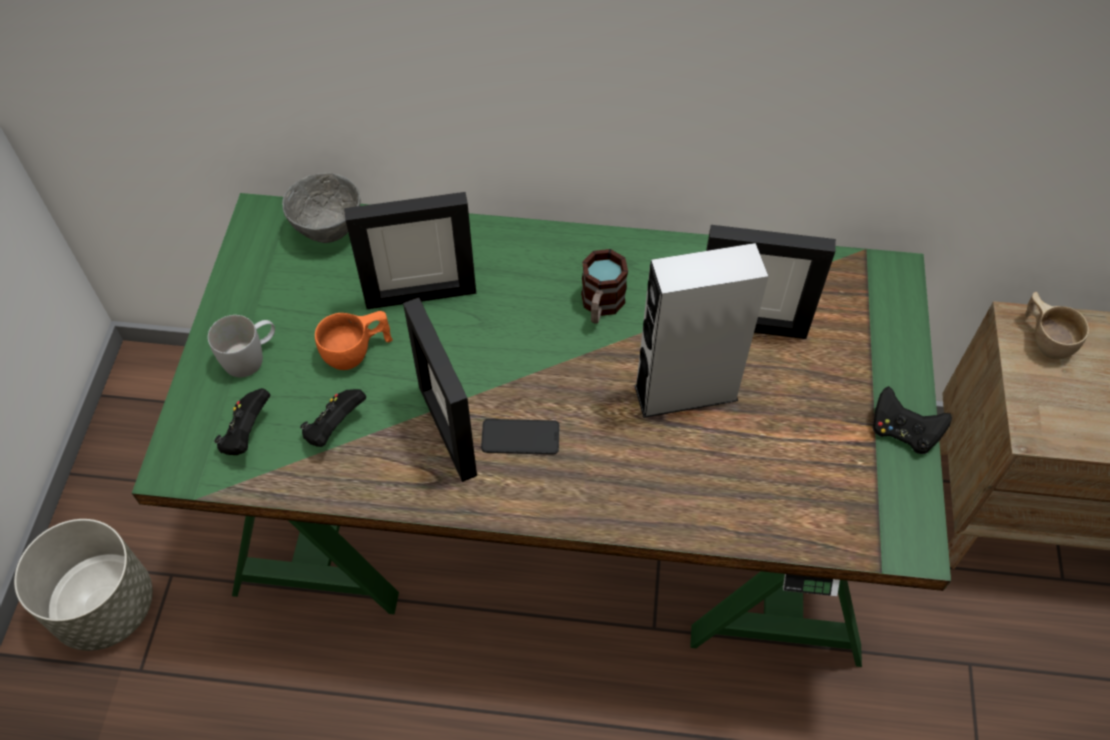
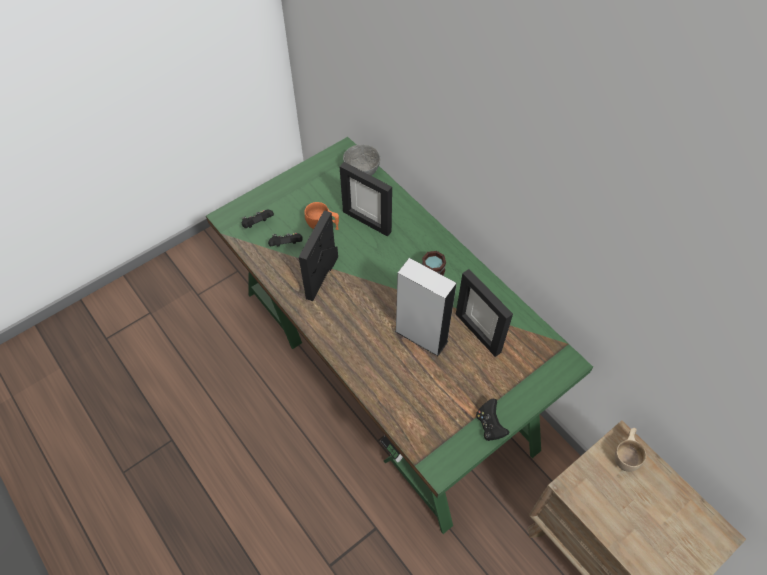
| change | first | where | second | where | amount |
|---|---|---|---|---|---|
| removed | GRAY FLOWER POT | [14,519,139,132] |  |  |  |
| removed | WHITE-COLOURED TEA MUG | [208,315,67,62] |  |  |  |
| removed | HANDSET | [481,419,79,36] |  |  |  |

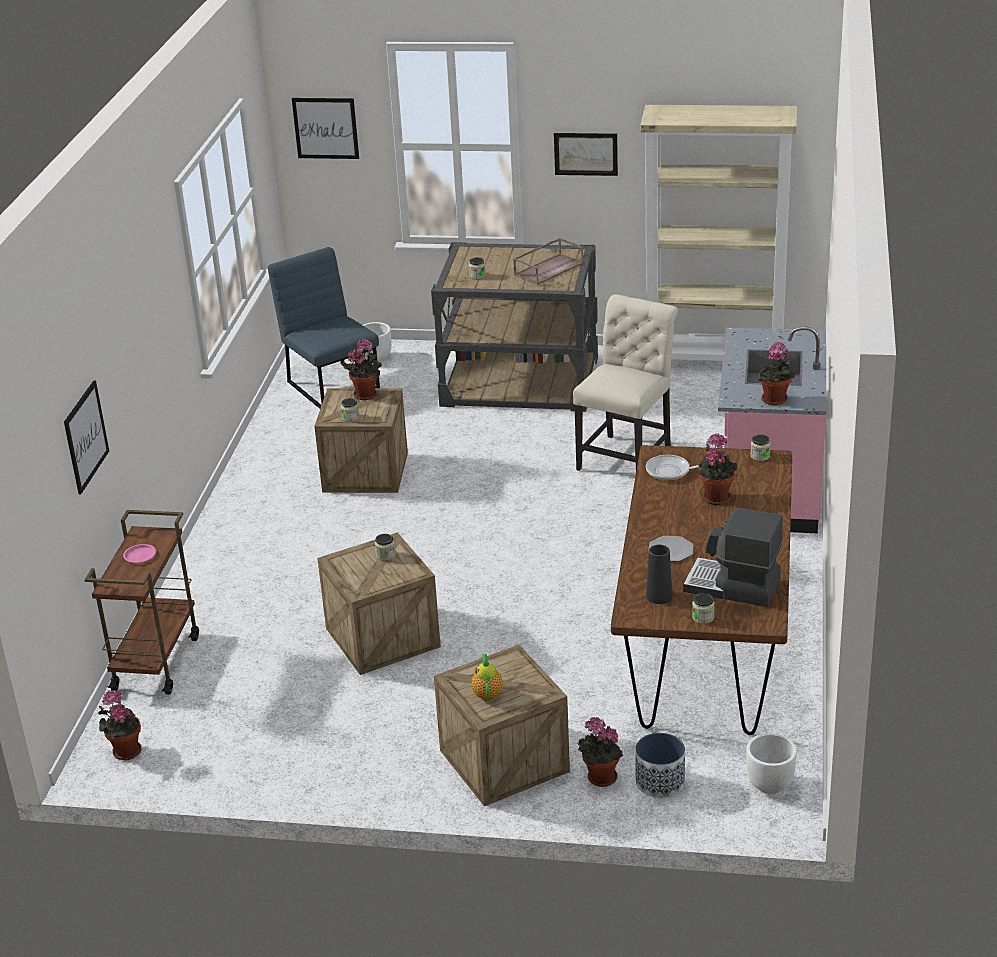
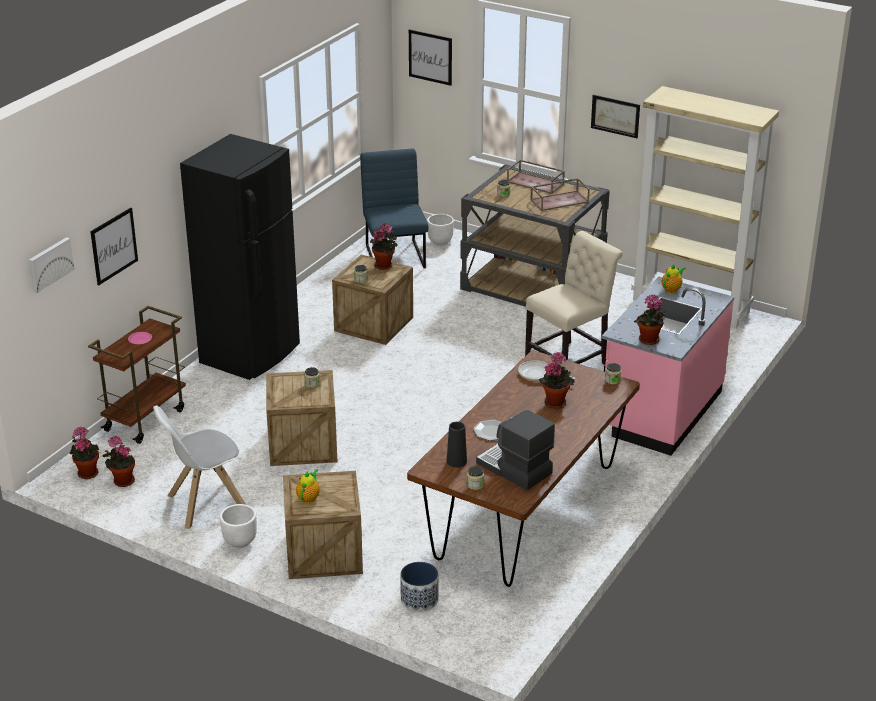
| change | first | where | second | where | amount |
|---|---|---|---|---|---|
| added |  |  | WALL PICTURE | [29,237,46,56] |  |
| added |  |  | UPRIGHT CHAIR | [153,405,93,124] |  |
| added |  |  | BLACK-COLOURED FRIDGE | [180,134,120,246] |  |
| added |  |  | BROWN-COLOURED TRAY | [507,160,58,34] |  |
| added |  |  | TEA POT | [661,264,25,29] |  |
| moved | HOUSEPLANT | [578,717,45,70] |  | [103,436,32,51] |  |
| moved | WHITE-COLOURED FLOWER POT | [746,733,51,61] |  | [220,504,37,44] |  |

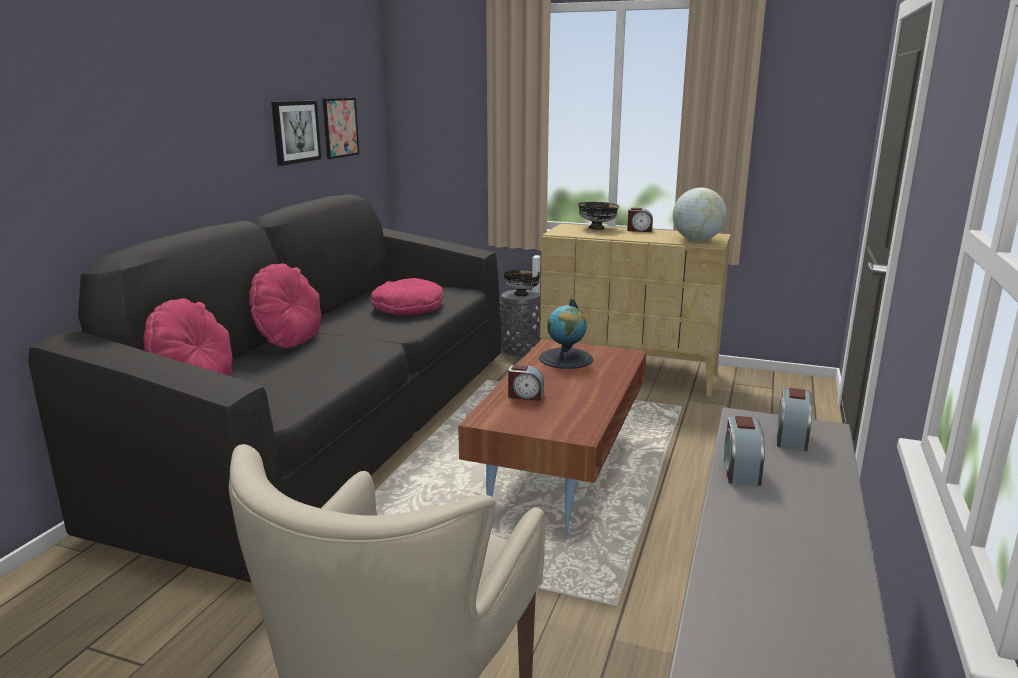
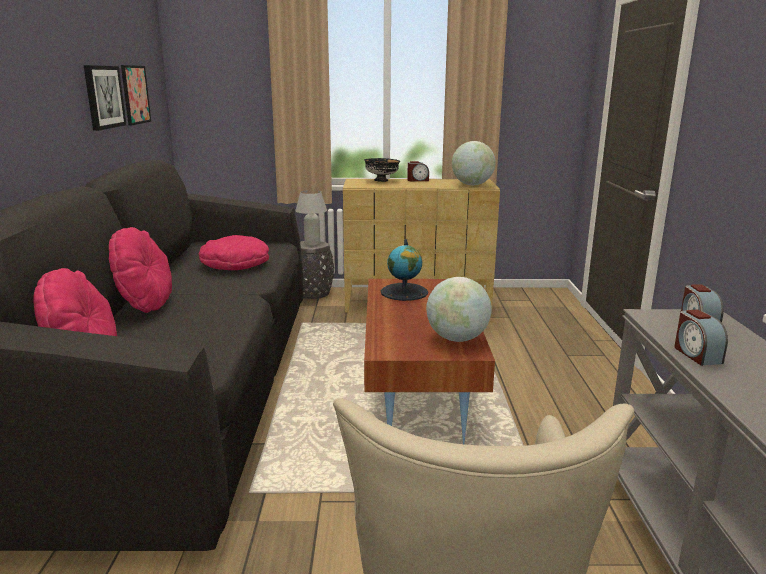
| change | first | where | second | where | amount |
|---|---|---|---|---|---|
| removed | BEDSIDE CLOCK | [508,365,36,36] |  |  |  |
| added |  |  | WORLD GLOBE | [426,277,66,65] |  |
| replaced | BLACK-COLOURED SERVING BOWL | [503,269,38,27] | WHITE-COLOURED TABLETOP LAMP | [295,190,32,56] |  |

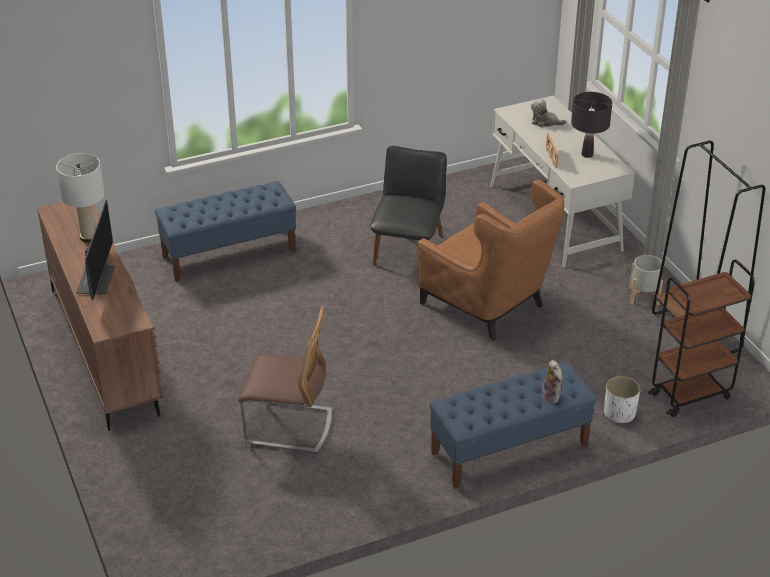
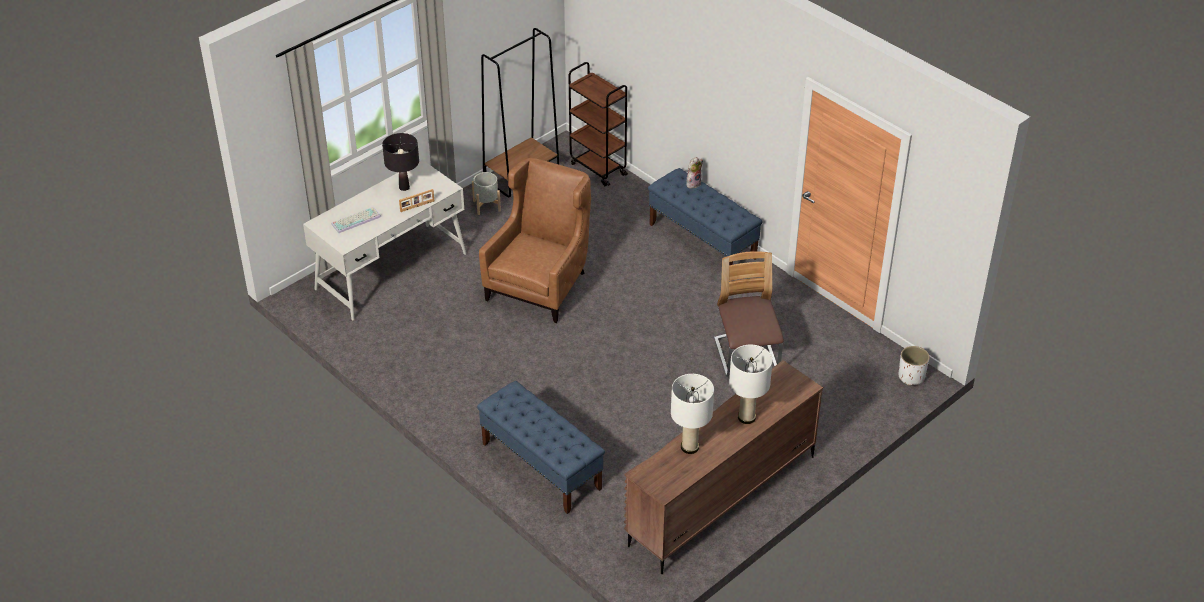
| change | first | where | second | where | amount |
|---|---|---|---|---|---|
| removed | BLACK-COLOURED UPRIGHT CHAIR | [370,146,77,120] |  |  |  |
| moved | WHITE-COLOURED FLOWER POT | [604,376,36,47] |  | [898,346,32,39] |  |
| replaced | MONITOR | [76,200,39,100] | WHITE-COLOURED TABLETOP LAMP | [729,344,44,80] |  |
| replaced | PLUSH TOY | [531,98,35,29] | PC KEYBOARD | [331,207,50,26] |  |

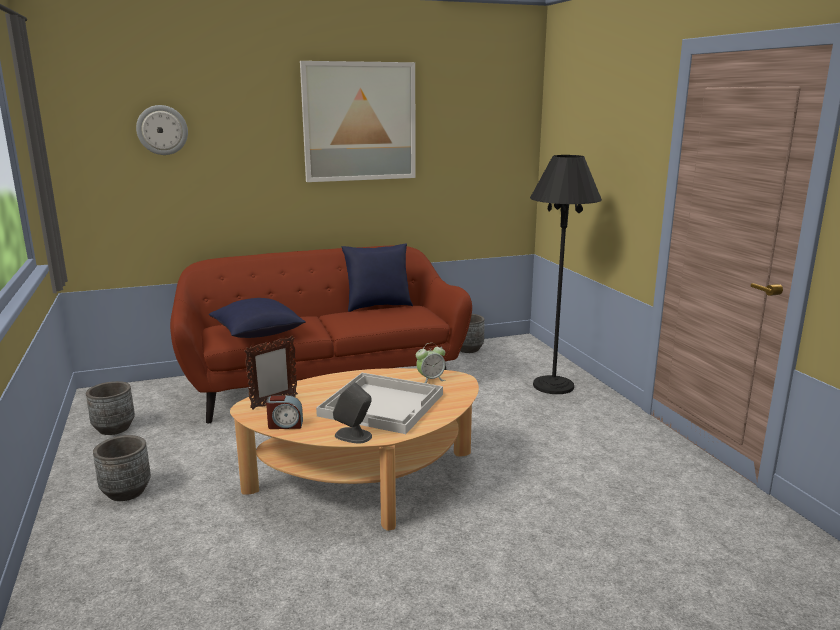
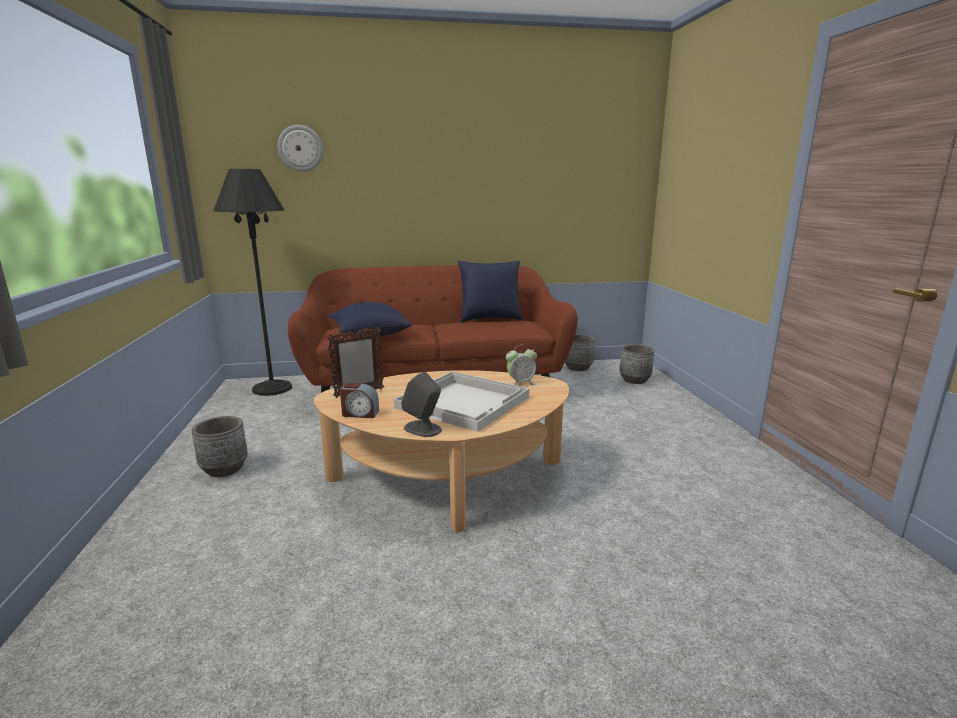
| change | first | where | second | where | amount |
|---|---|---|---|---|---|
| removed | WALL PICTURE | [300,61,116,121] |  |  |  |
| moved | GRAY FLOWER POT | [86,381,49,54] |  | [619,344,35,40] |  |
| moved | BLACK-COLOURED FLOOR LAMP | [530,155,72,239] |  | [213,169,79,227] |  |

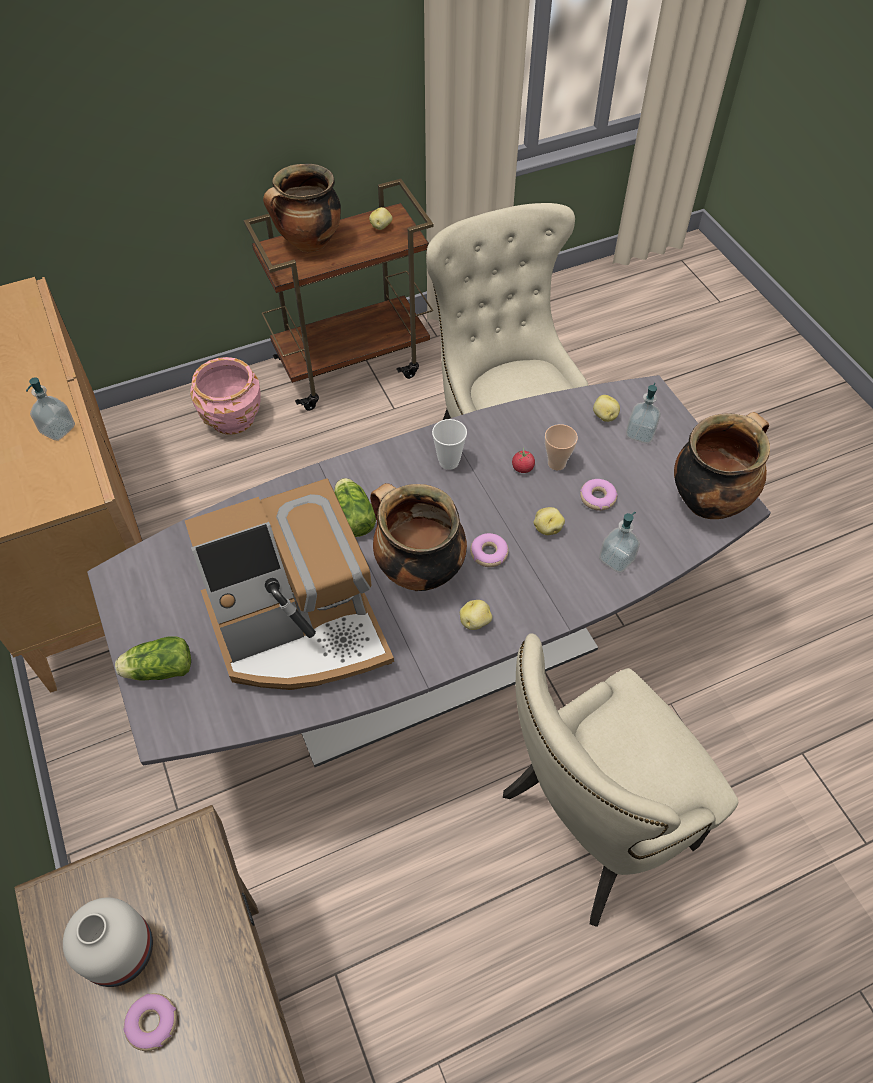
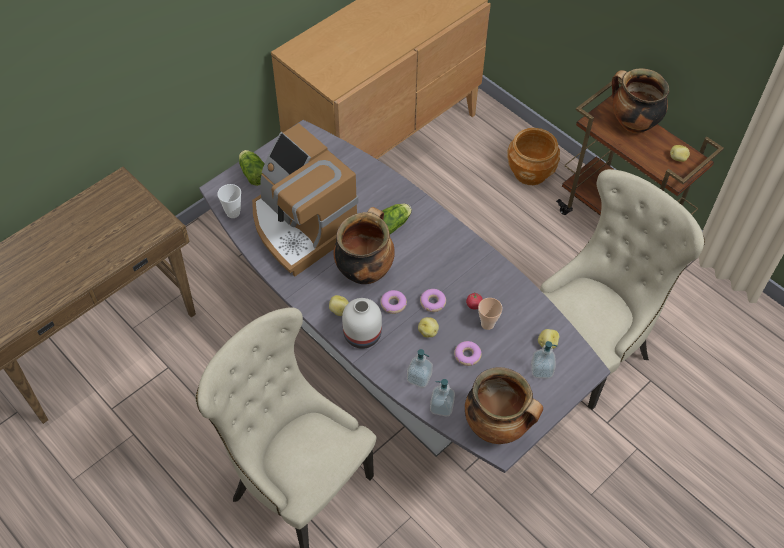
| change | first | where | second | where | amount |
|---|---|---|---|---|---|
| moved | LIQUID SOAP BOTTLE | [26,377,49,64] |  | [430,379,25,38] |  |
| moved | WHITE-COLOURED FLOWER VASE | [63,898,90,89] |  | [342,298,40,51] |  |
| moved | DOUGHNUT | [123,993,54,58] |  | [420,289,26,23] |  |
| moved | CUP | [432,419,35,51] |  | [217,184,24,34] |  |
| recoloured | PINK-COLOURED FLOWER POT | [190,357,71,78] | BROWN-COLOURED FLOWER POT | [508,128,52,57] |  |

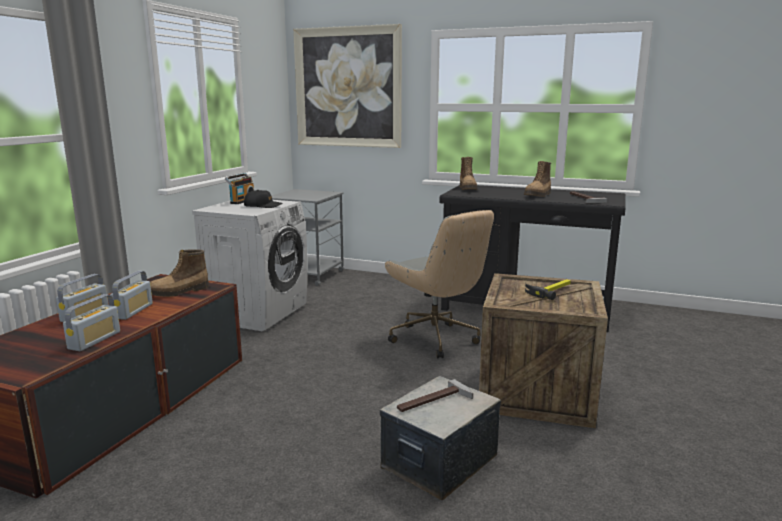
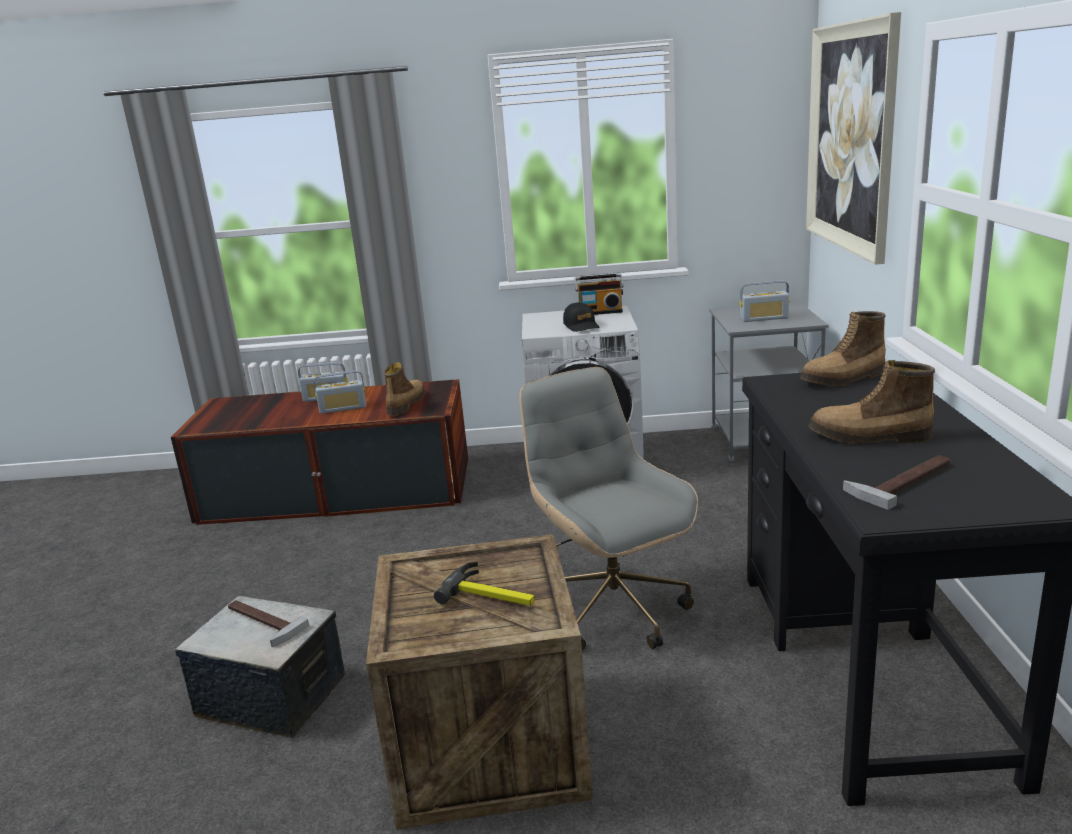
| change | first | where | second | where | amount |
|---|---|---|---|---|---|
| moved | RADIO RECEIVER | [63,294,57,57] |  | [740,281,50,41] |  |
| turned | BOOT | [150,249,59,48] |  | [384,362,41,54] | 75 degrees clockwise |
| turned | GRAY DESK CHAIR | [385,210,109,148] |  | [519,367,179,283] | 120 degrees clockwise |

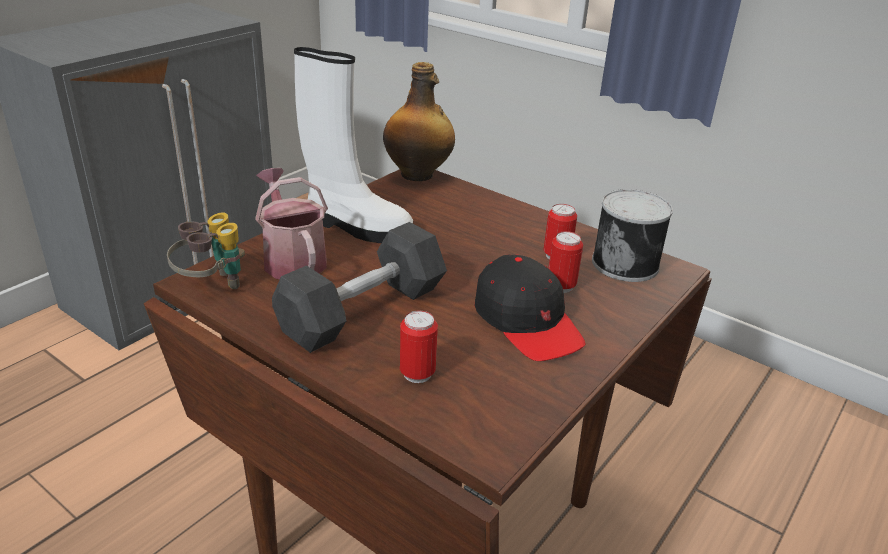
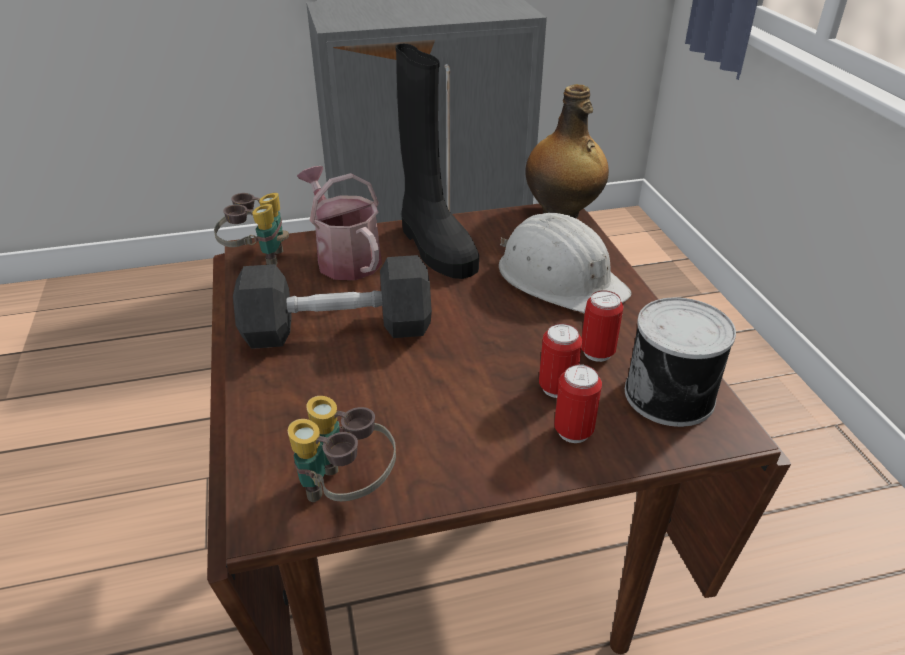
| change | first | where | second | where | amount |
|---|---|---|---|---|---|
| removed | BLACK-COLOURED BASEBALL CAP | [475,255,110,106] |  |  |  |
| added |  |  | PAIR OF BINOCULARS | [288,396,108,106] |  |
| added |  |  | WHITE-COLOURED SAFETY HELMET | [499,213,133,101] |  |
| moved | CAN | [400,310,38,73] |  | [554,364,48,79] |  |
| recoloured | WHITE-COLOURED BOOT | [294,47,119,196] | BLACK-COLOURED BOOT | [396,44,83,235] |  |
| turned | SPRINKLING CAN | [255,168,73,111] |  | [297,166,85,114] | 45 degrees counterclockwise |

